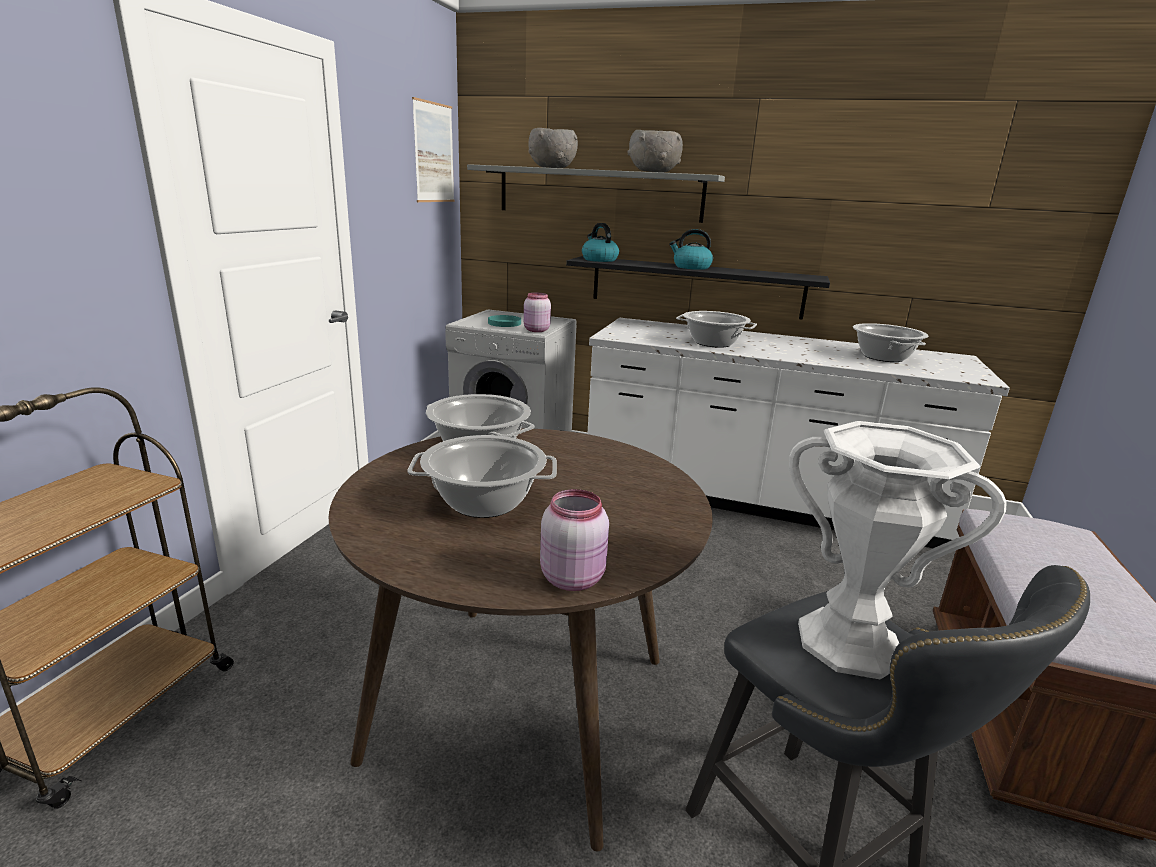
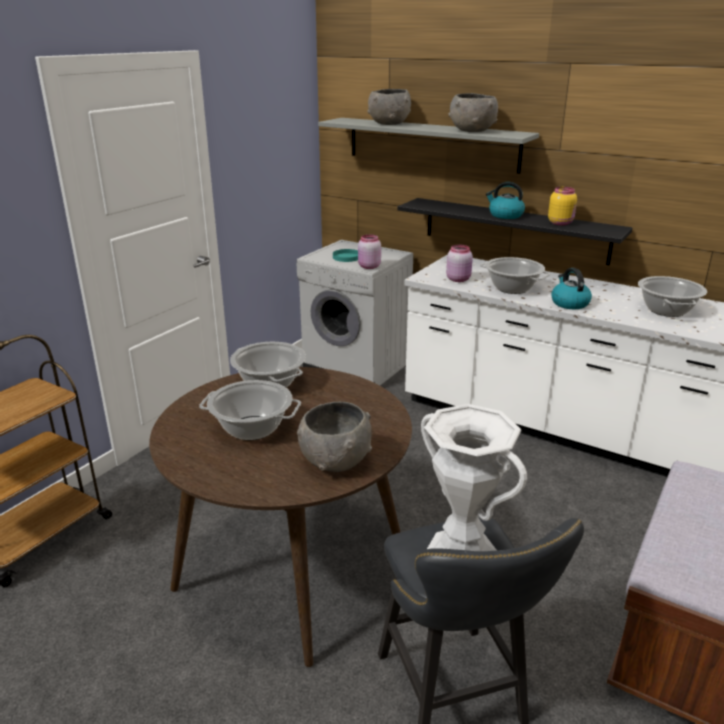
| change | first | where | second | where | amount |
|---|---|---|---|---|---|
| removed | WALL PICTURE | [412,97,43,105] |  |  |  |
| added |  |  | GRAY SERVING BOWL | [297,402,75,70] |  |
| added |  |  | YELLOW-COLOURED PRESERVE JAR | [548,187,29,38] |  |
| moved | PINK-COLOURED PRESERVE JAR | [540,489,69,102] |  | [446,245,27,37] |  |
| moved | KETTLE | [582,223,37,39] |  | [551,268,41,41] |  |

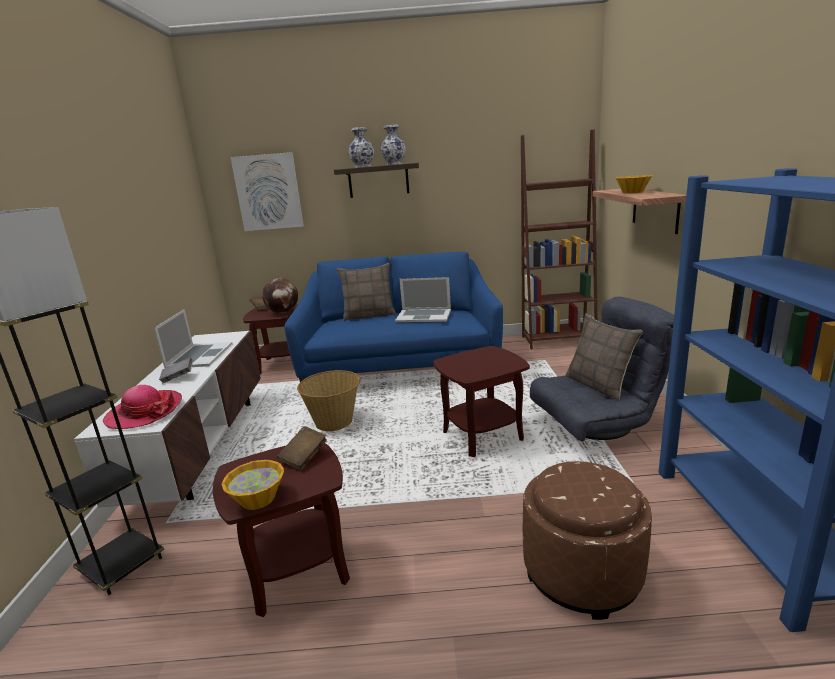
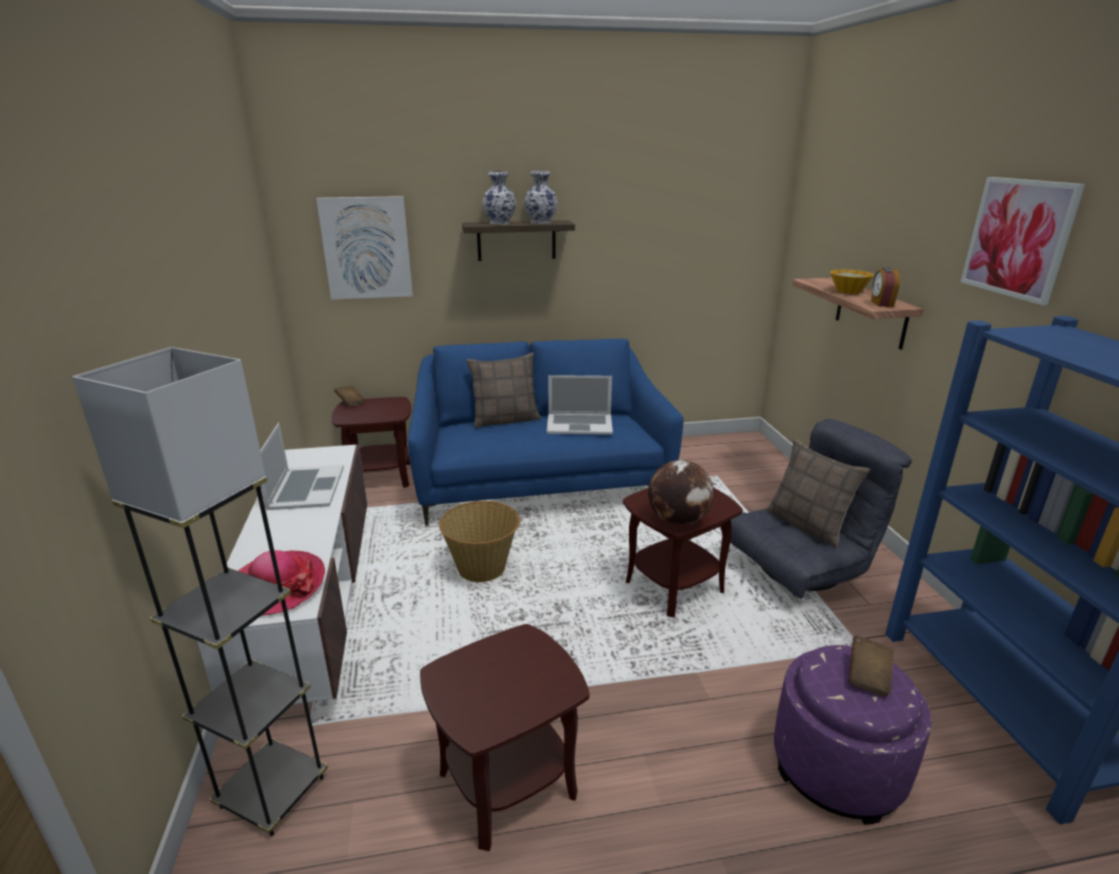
| change | first | where | second | where | amount |
|---|---|---|---|---|---|
| removed | GRAY BOOK | [159,358,34,25] |  |  |  |
| removed | SERVING BOWL | [222,460,62,50] |  |  |  |
| removed | BROWN-COLOURED BOOKSHELF | [521,129,77,221] |  |  |  |
| added |  |  | BEDSIDE CLOCK | [871,268,29,39] |  |
| added |  |  | WALL PICTURE | [961,177,124,128] |  |
| moved | WORLD GLOBE | [262,278,36,35] |  | [648,460,66,65] |  |
| moved | BROWN-COLOURED BOOK | [277,426,50,44] |  | [848,636,46,61] |  |
| recoloured | BROWN-COLOURED FOOTREST | [523,461,129,159] | PURPLISH FOOTREST | [774,645,158,180] |  |

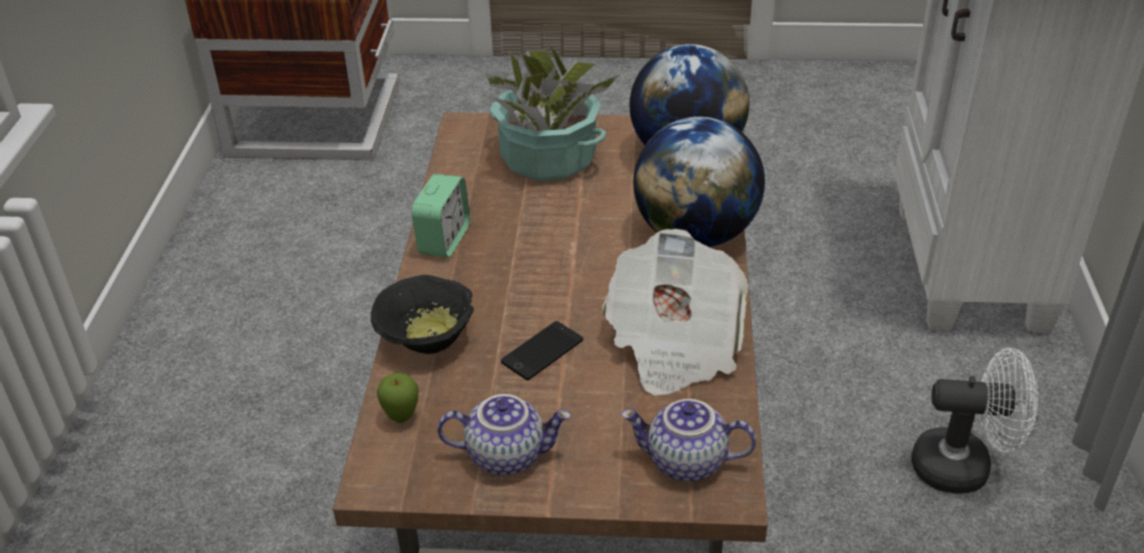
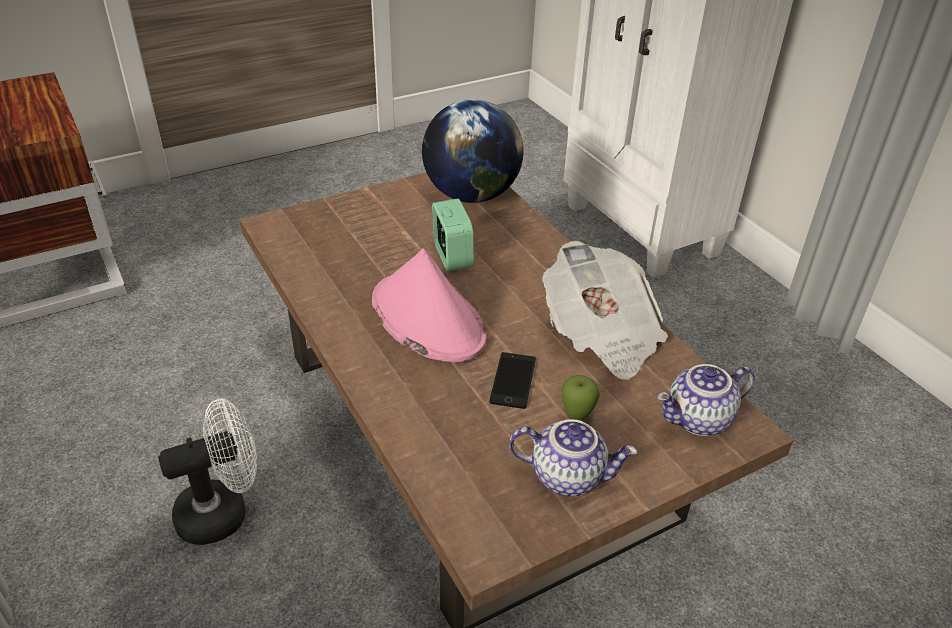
| change | first | where | second | where | amount |
|---|---|---|---|---|---|
| removed | BLACK-COLOURED SERVING BOWL | [371,275,103,79] |  |  |  |
| removed | HOUSEPLANT | [485,43,137,138] |  |  |  |
| removed | WORLD GLOBE | [633,117,132,130] |  |  |  |
| added |  |  | PINK-COLOURED HAT | [372,249,114,113] |  |
| moved | WHOLE APPLE | [377,373,42,50] |  | [561,375,39,45] |  |
| moved | BEDSIDE CLOCK | [411,174,59,84] |  | [432,198,42,73] |  |
| moved | WHITE-COLOURED COOLING FAN | [912,348,126,146] |  | [158,398,99,147] |  |
| turned | TEA POT | [437,394,134,81] |  | [509,419,129,77] | 45 degrees clockwise |

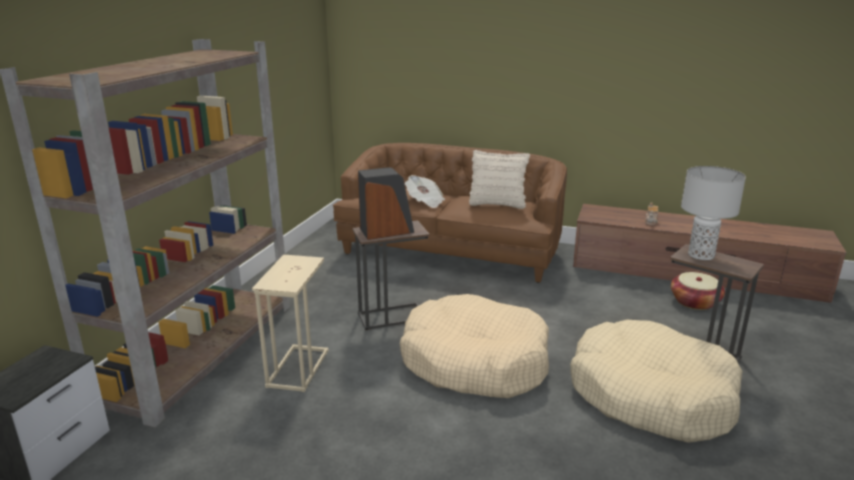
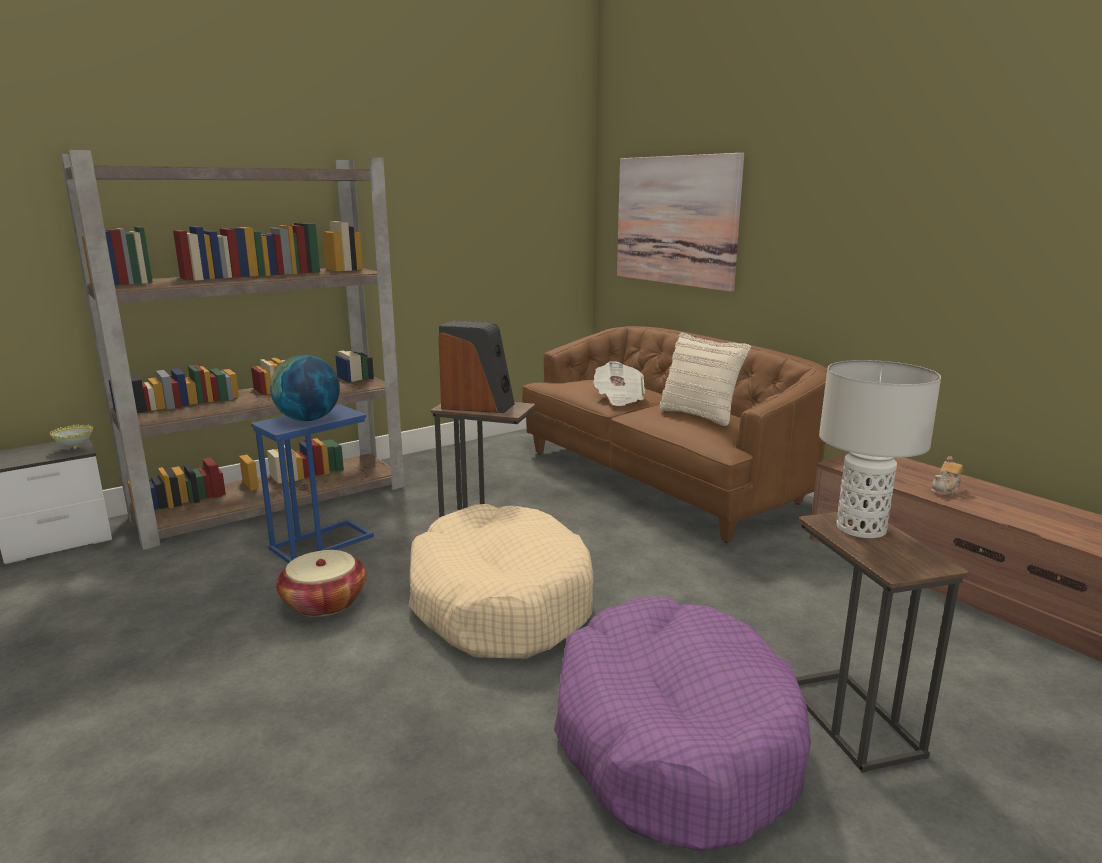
| change | first | where | second | where | amount |
|---|---|---|---|---|---|
| added |  |  | SERVING BOWL | [49,424,44,25] |  |
| added |  |  | WORLD GLOBE | [270,355,70,66] |  |
| added |  |  | WALL PICTURE | [617,153,127,139] |  |
| moved | BASKET | [671,272,54,38] |  | [276,550,90,67] |  |
| recoloured | BEIGE-COLOURED END TABLE | [252,255,77,137] | BLUE-COLOURED END TABLE | [251,404,123,159] |  |
| recoloured | BEIGE-COLOURED DOG BED | [570,320,172,123] | PURPLISH DOG BED | [554,596,257,255] |  |

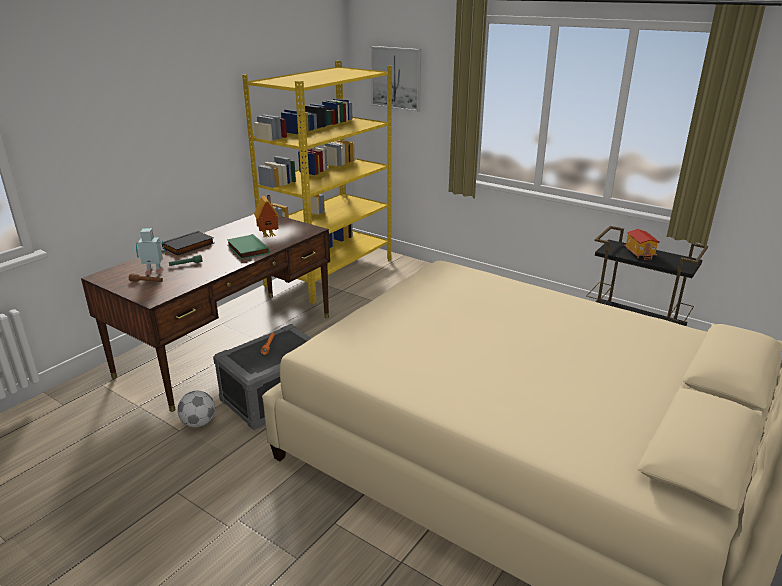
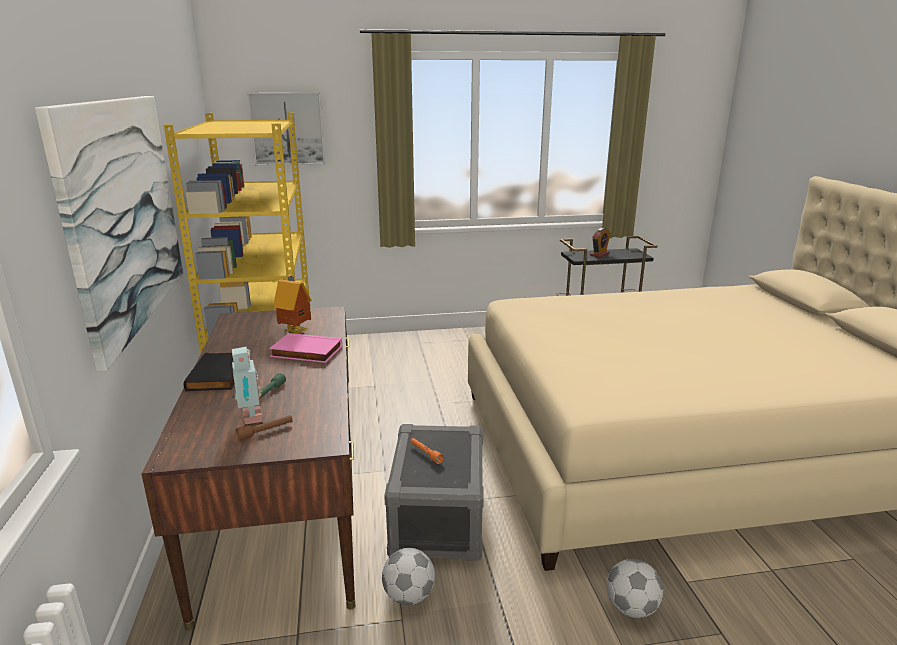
| change | first | where | second | where | amount |
|---|---|---|---|---|---|
| added |  |  | WALL PICTURE | [35,96,148,276] |  |
| added |  |  | FOOTBALL | [606,559,57,59] |  |
| replaced | TOY HOUSE | [624,229,36,31] | BEDSIDE CLOCK | [590,228,21,29] |  |
| recoloured | GREEN-COLOURED BOOK | [227,234,42,26] | PINK-COLOURED BOOK | [269,333,73,30] |  |
| turned | MODEL ROBOT | [136,228,29,47] |  | [231,347,31,77] | 120 degrees clockwise |

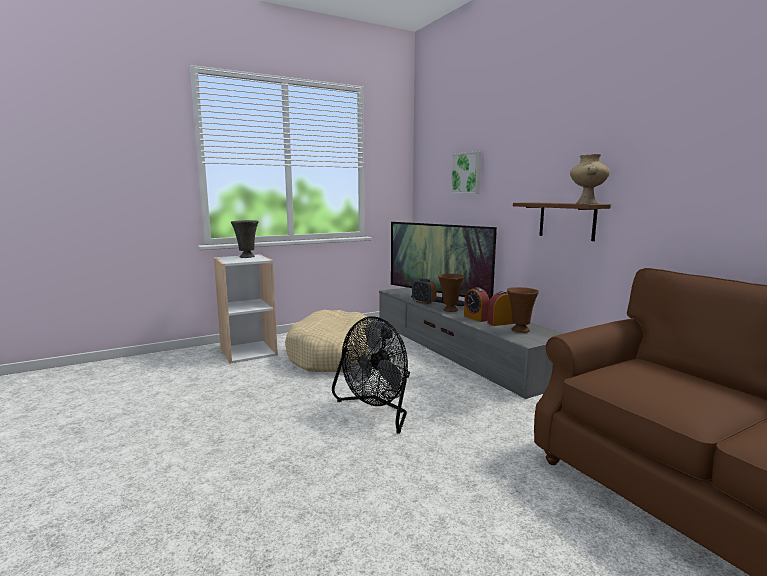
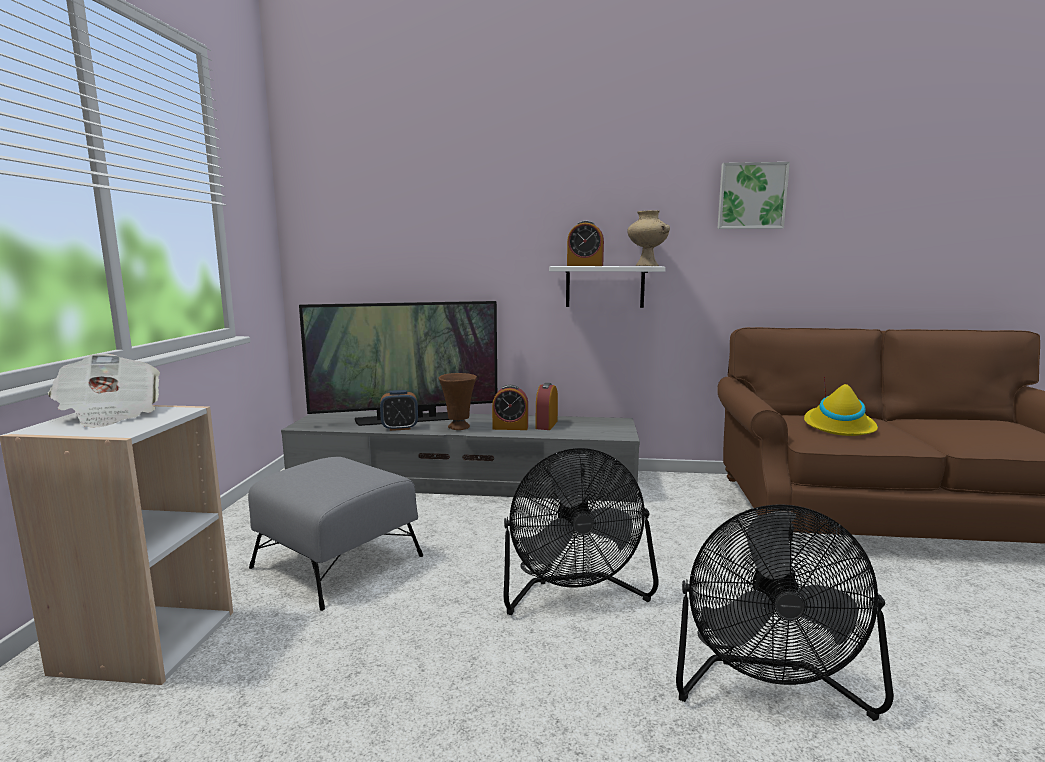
| change | first | where | second | where | amount |
|---|---|---|---|---|---|
| removed | BROWN-COLOURED FLOWER VASE | [507,287,32,46] |  |  |  |
| added |  |  | BEDSIDE CLOCK | [567,221,37,45] |  |
| added |  |  | BLACK-COLOURED COOLING FAN | [676,505,218,216] |  |
| added |  |  | YELLOW-COLOURED HAT | [804,376,74,60] |  |
| moved | WALL PICTURE | [451,151,30,43] |  | [717,162,73,67] |  |
| replaced | GRAY FLOWER VASE | [231,220,28,38] | DAILY PAPER | [48,354,112,74] |  |
| replaced | BEIGE-COLOURED DOG BED | [285,310,87,62] | GRAY FOOTREST | [248,457,175,154] |  |
| recoloured | BROWN-COLOURED WALL SHELF | [513,202,98,39] | WHITE-COLOURED WALL SHELF | [549,266,117,42] |  |

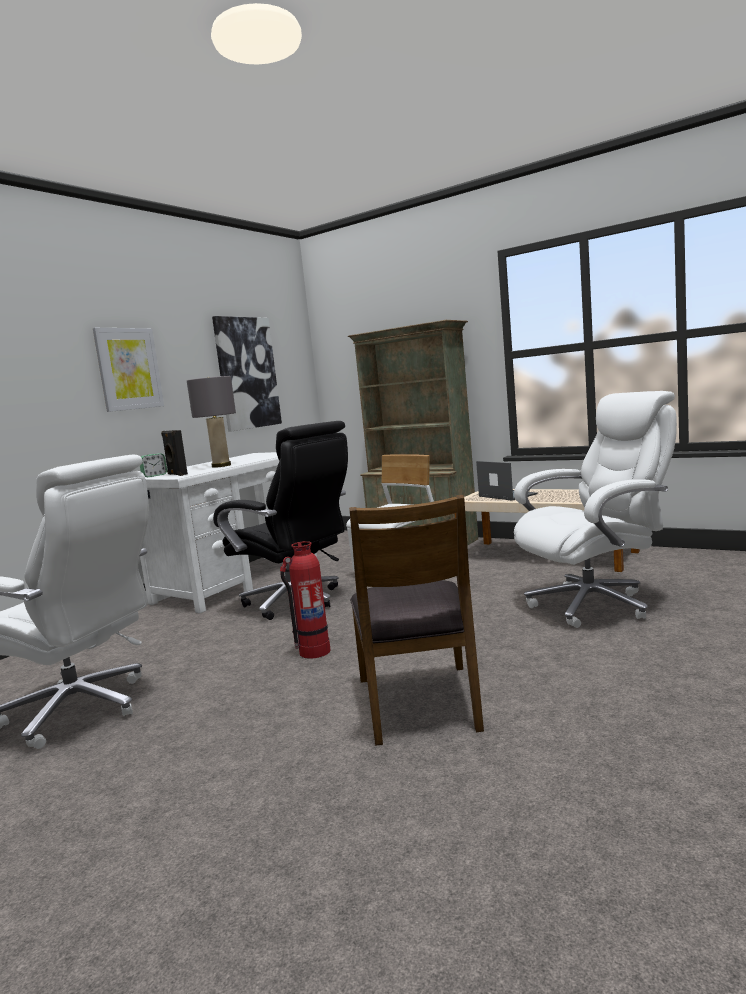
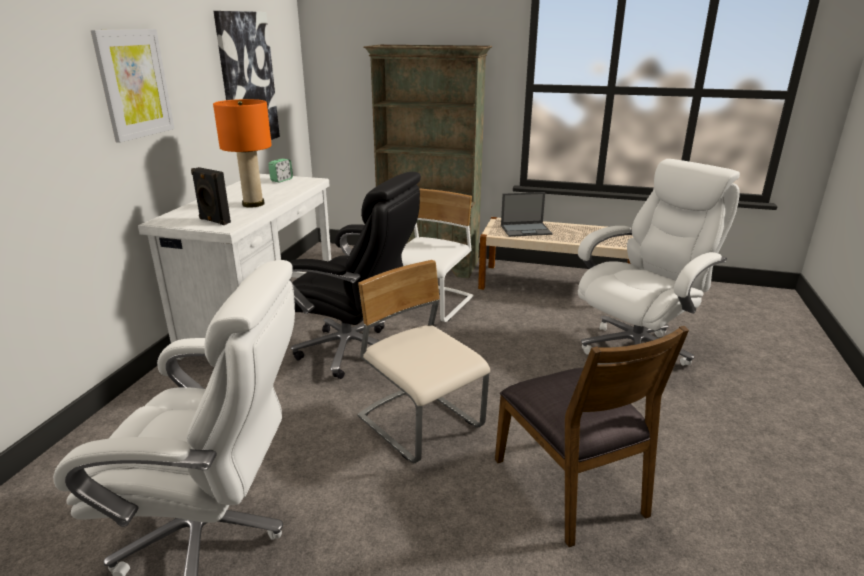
| change | first | where | second | where | amount |
|---|---|---|---|---|---|
| moved | BEDSIDE CLOCK | [140,453,27,24] |  | [268,159,25,24] |  |
| replaced | FIRE EXTINGUISHER | [280,541,50,118] | BEIGE-COLOURED UPRIGHT CHAIR | [357,260,133,203] |  |
| recoloured | GRAY TABLETOP LAMP | [187,376,49,92] | ORANGE TABLETOP LAMP | [213,99,59,108] |  |
| turned | NOTEBOOK COMPUTER | [476,461,61,40] |  | [501,192,51,45] | 135 degrees clockwise |

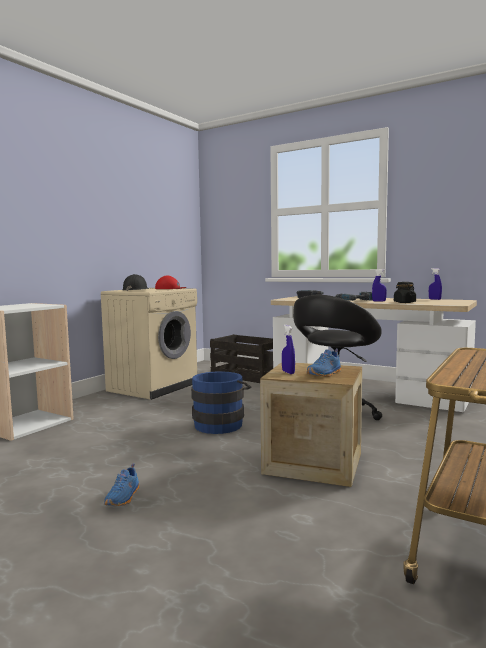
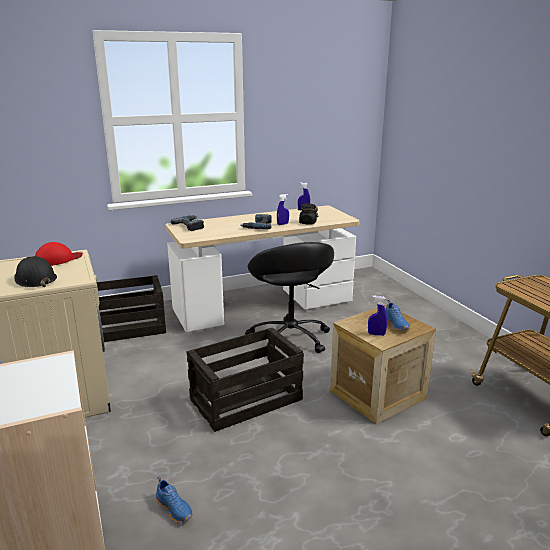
| change | first | where | second | where | amount |
|---|---|---|---|---|---|
| moved | BLUE-COLOURED ITEM OF FOOTWEAR | [104,463,35,43] |  | [155,476,38,47] |  |
| replaced | BLUE-COLOURED WATER BUCKET | [191,371,60,63] | SHIPPING CRATE | [187,327,117,105] |  |

